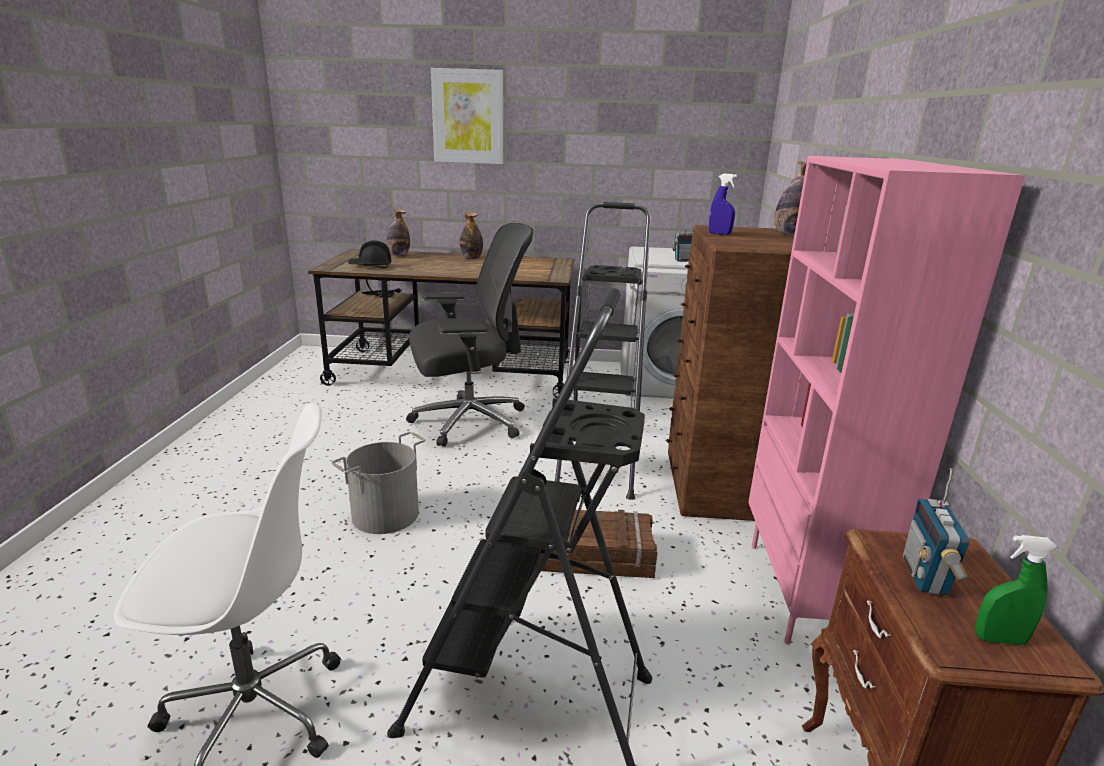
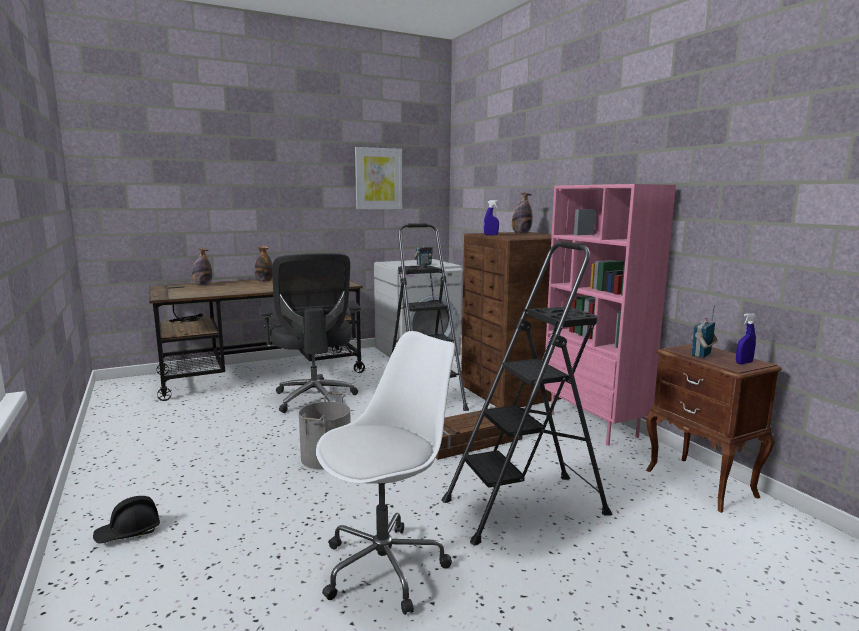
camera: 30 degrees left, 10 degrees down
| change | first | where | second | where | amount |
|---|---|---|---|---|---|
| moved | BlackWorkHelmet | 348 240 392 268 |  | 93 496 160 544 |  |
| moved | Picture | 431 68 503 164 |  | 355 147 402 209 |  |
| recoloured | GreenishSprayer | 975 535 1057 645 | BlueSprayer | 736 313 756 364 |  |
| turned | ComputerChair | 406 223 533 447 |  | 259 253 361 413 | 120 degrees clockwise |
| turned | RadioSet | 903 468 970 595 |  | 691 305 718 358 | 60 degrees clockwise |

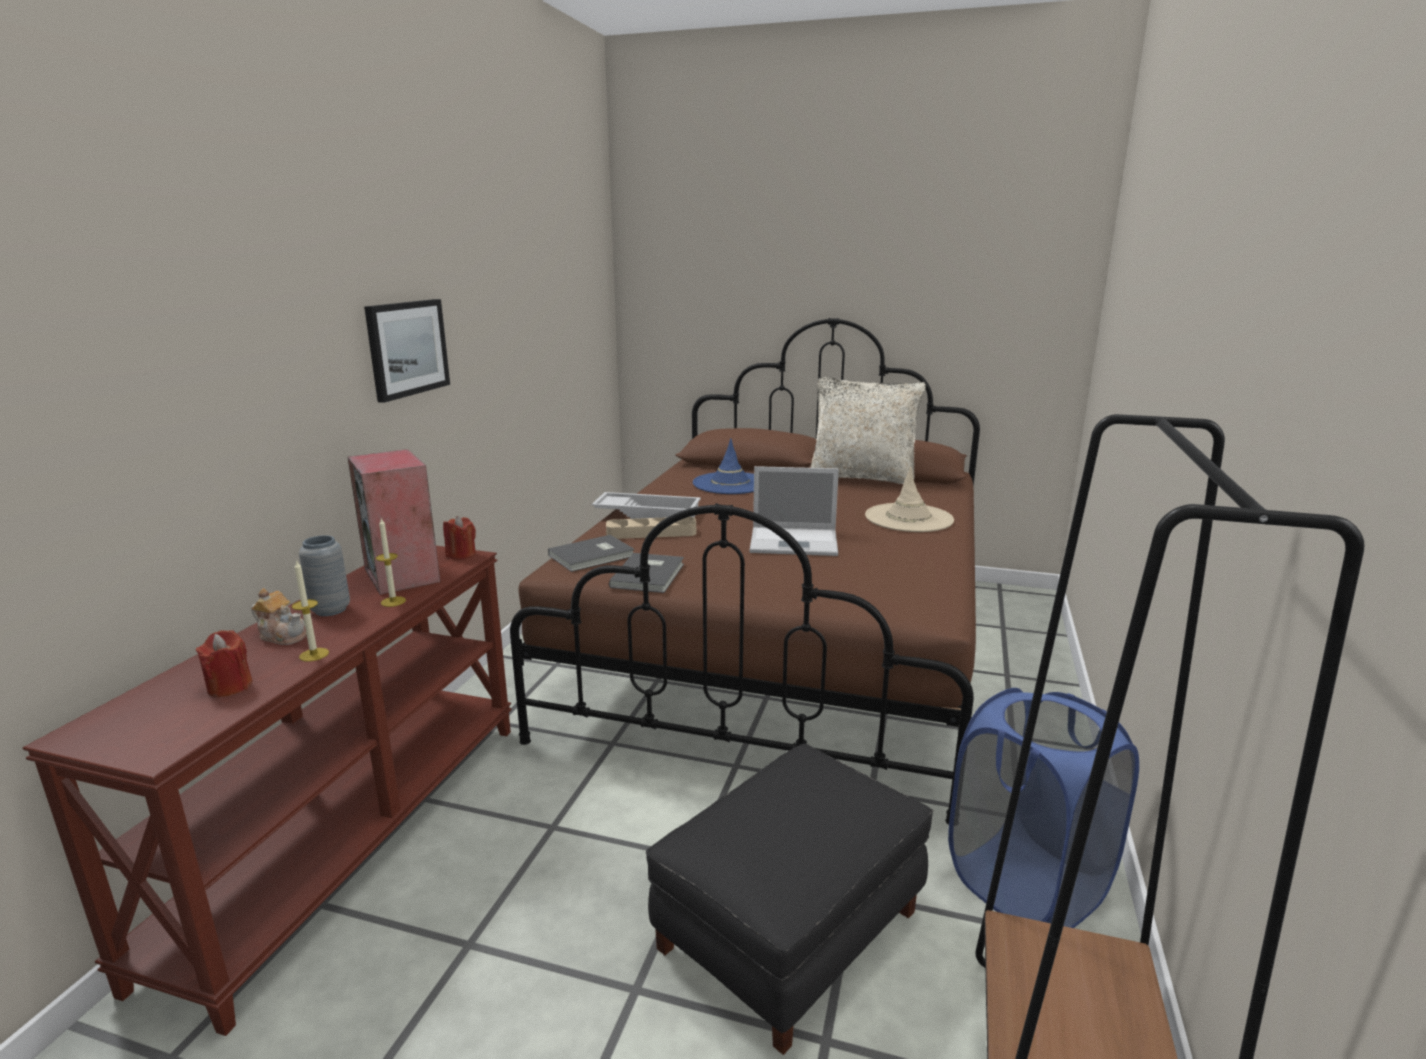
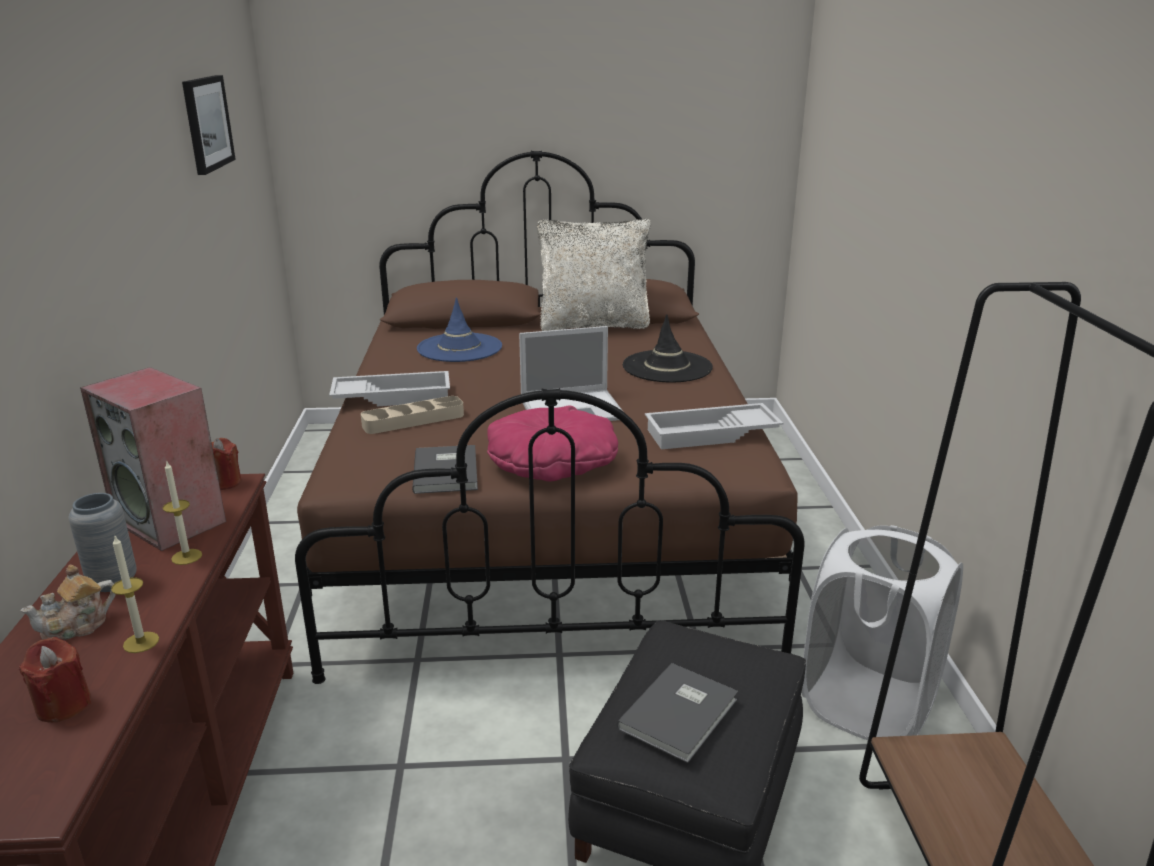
camera: 20 degrees left, 5 degrees up
| change | first | where | second | where | amount |
|---|---|---|---|---|---|
| added |  |  | PinkishPillow | 487 405 618 481 |  |
| added |  |  | WhiteServingTray | 645 403 783 449 |  |
| moved | Picture | 364 299 450 403 |  | 182 75 236 175 |  |
| moved | GreyBoundBook | 548 535 635 572 |  | 617 663 738 763 |  |
| recoloured | BeigeColouredHat | 865 467 954 532 | BlackHat | 623 314 713 382 |  |
| recoloured | BlueLaundryBasket | 948 688 1139 928 | WhiteLaundryBasket | 802 525 963 740 |  |
| turned | Teapot | 251 588 306 645 |  | 20 564 116 640 | 135 degrees clockwise |

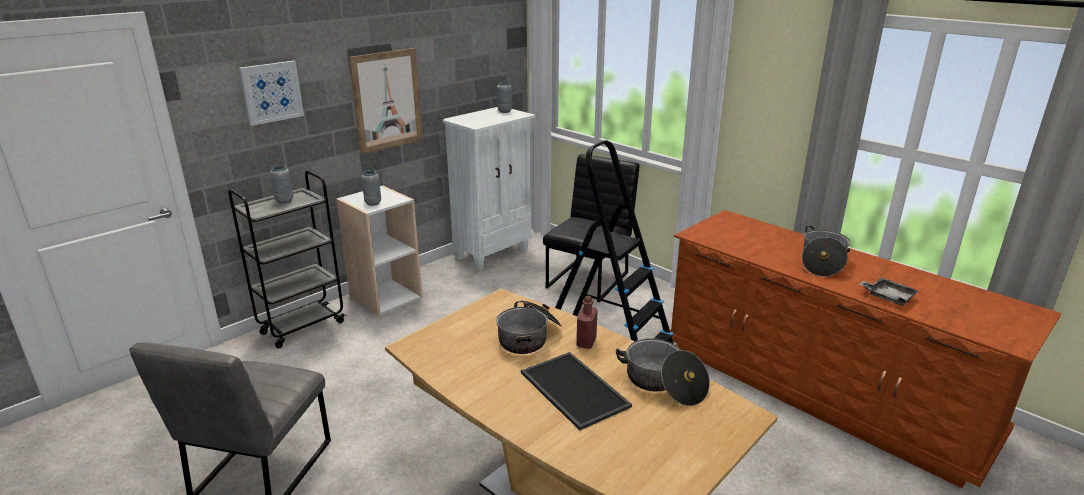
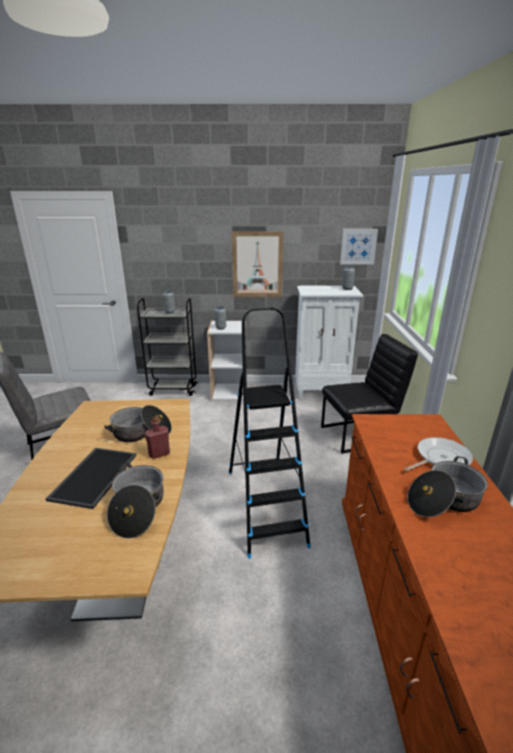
camera: 45 degrees right, 0 degrees up
| change | first | where | second | where | amount |
|---|---|---|---|---|---|
| removed | GreyServingTray | 859 277 918 306 |  |  |  |
| added |  |  | Skillet | 404 437 473 471 |  |
| moved | Picture | 239 61 304 126 |  | 340 229 378 264 |  |

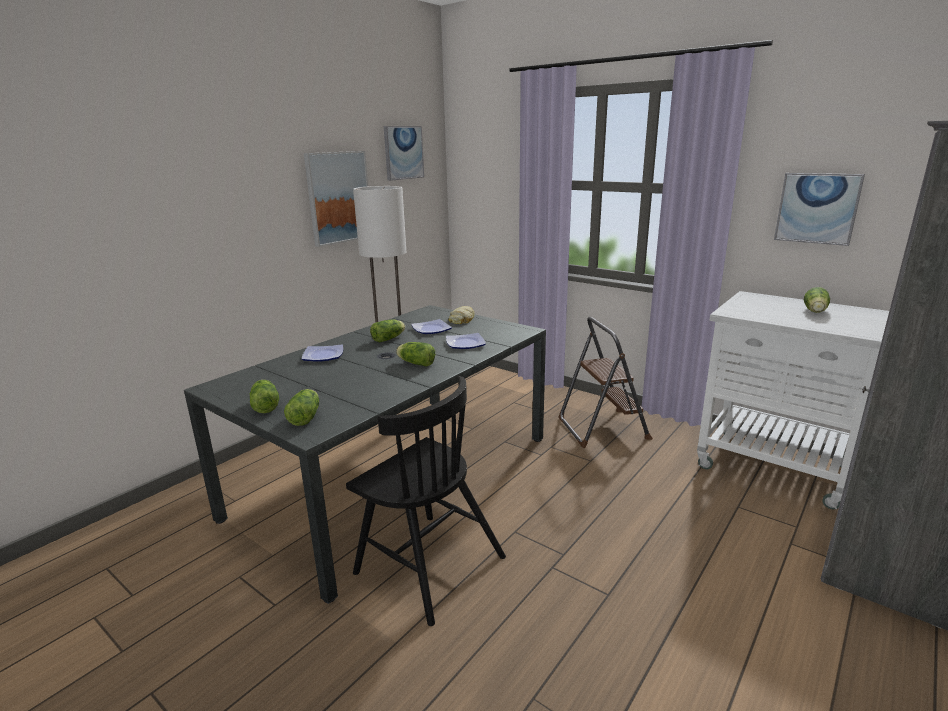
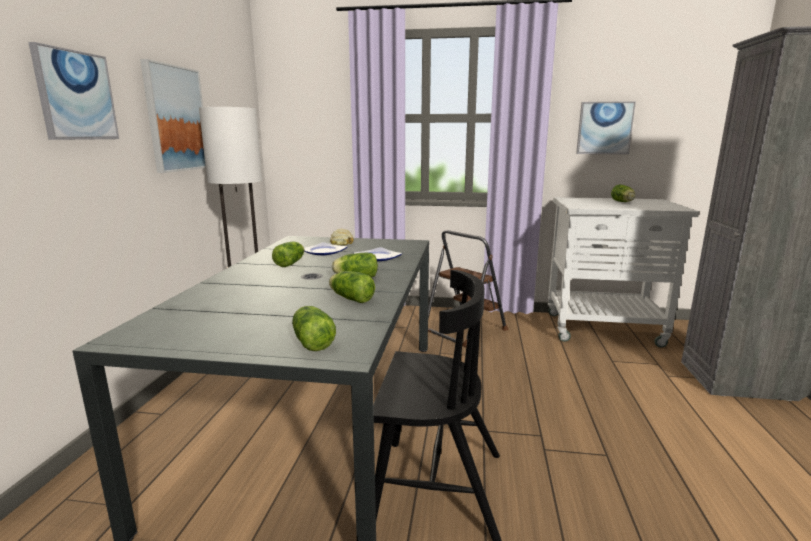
camera: 30 degrees left, 5 degrees down
| change | first | where | second | where | amount |
|---|---|---|---|---|---|
| removed | Plate | 302 344 343 362 |  |  |  |
| moved | HeadOfLettuce | 250 380 279 413 |  | 329 271 375 303 |  |
| moved | Picture | 384 126 424 181 |  | 28 42 119 140 |  |

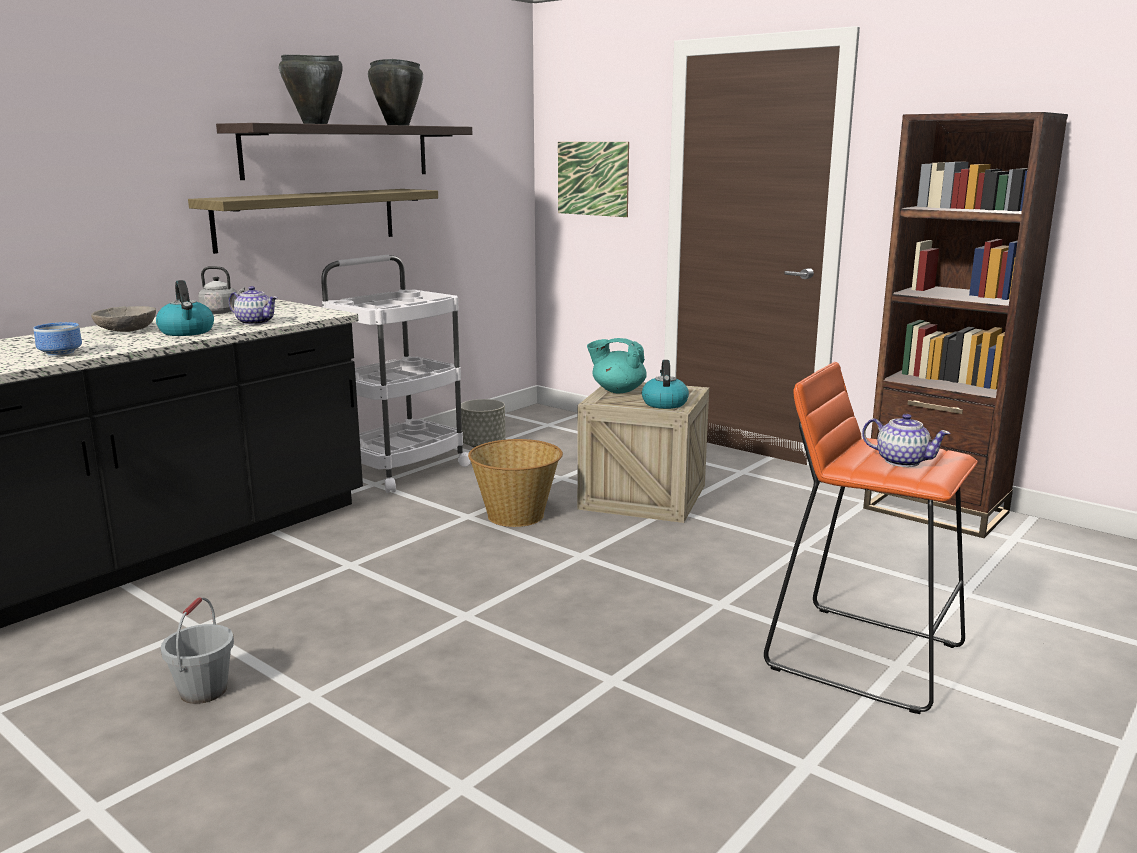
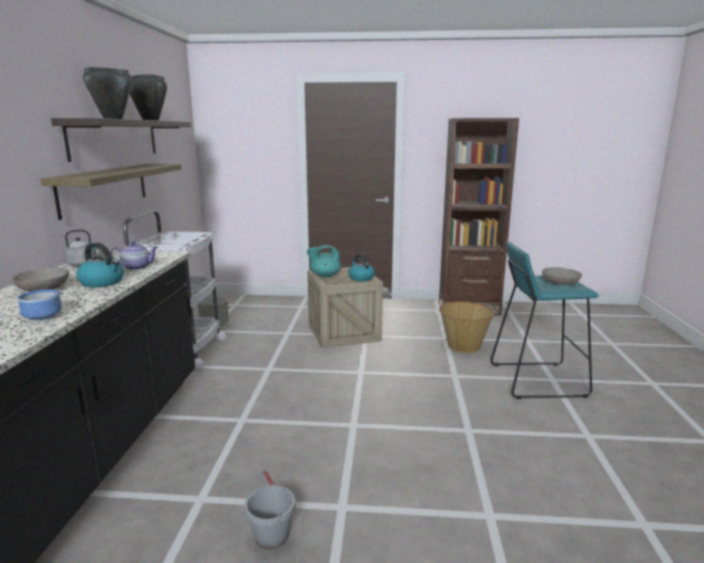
camera: 35 degrees left, 0 degrees up
| change | first | where | second | where | amount |
|---|---|---|---|---|---|
| removed | Picture | 558 142 629 217 |  |  |  |
| moved | Basket | 468 439 563 527 |  | 439 302 495 353 |  |
| replaced | Teapot | 862 414 950 467 | GreyServingBowl | 542 267 582 285 |  |
| recoloured | OrangeColouredStoolSeat | 764 362 978 714 | TurquoiseColouredStoolSeat | 491 242 599 399 |  |

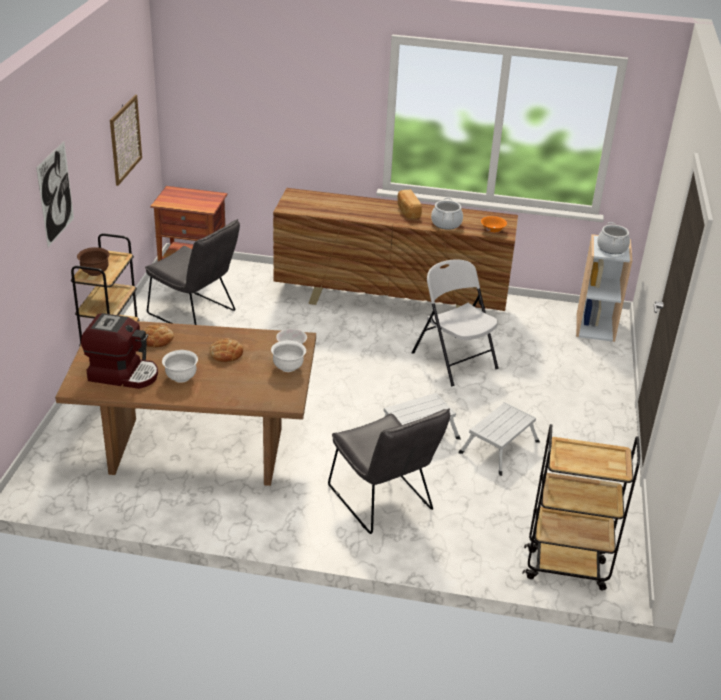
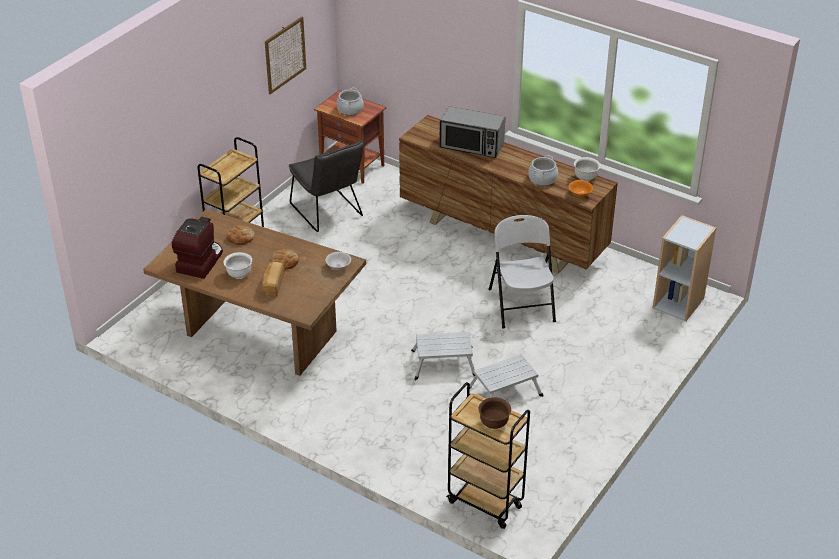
camera: 25 degrees right, 5 degrees up
| change | first | where | second | where | amount |
|---|---|---|---|---|---|
| removed | Picture | 36 141 74 247 |  |  |  |
| removed | GreyChair | 328 408 450 534 |  |  |  |
| added |  |  | KitchenMicrowave | 439 106 505 158 |  |
| moved | BrownServingBowl | 77 247 110 276 |  | 478 397 511 429 |  |
| moved | WhiteServingBowl | 271 340 306 372 |  | 574 157 600 181 |  |
| moved | Bread | 397 189 422 219 |  | 262 262 285 296 |  |
| moved | Saucepot | 597 222 630 254 |  | 337 88 363 115 |  |
| turned | CoffeeBrewer | 81 313 158 389 |  | 172 217 223 279 | 105 degrees counterclockwise |

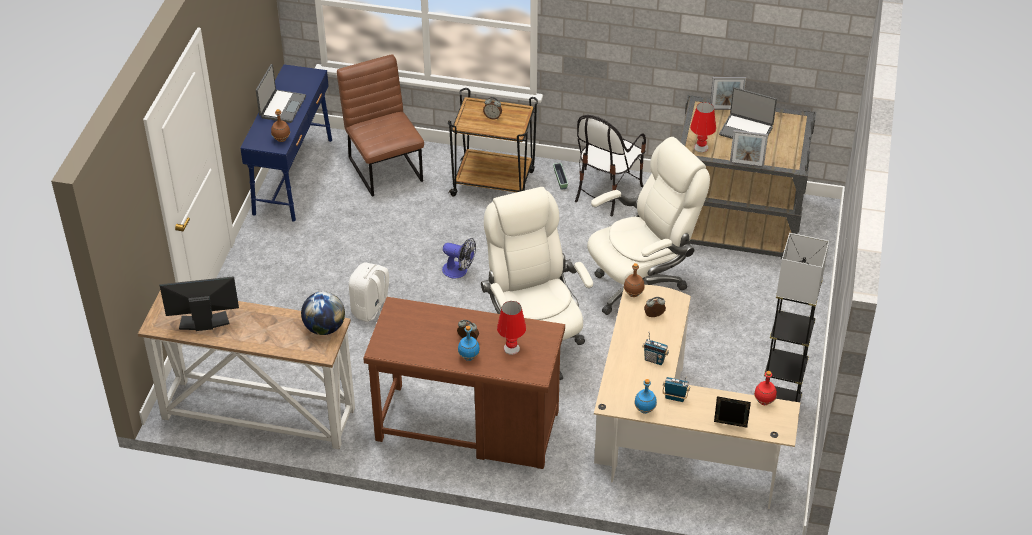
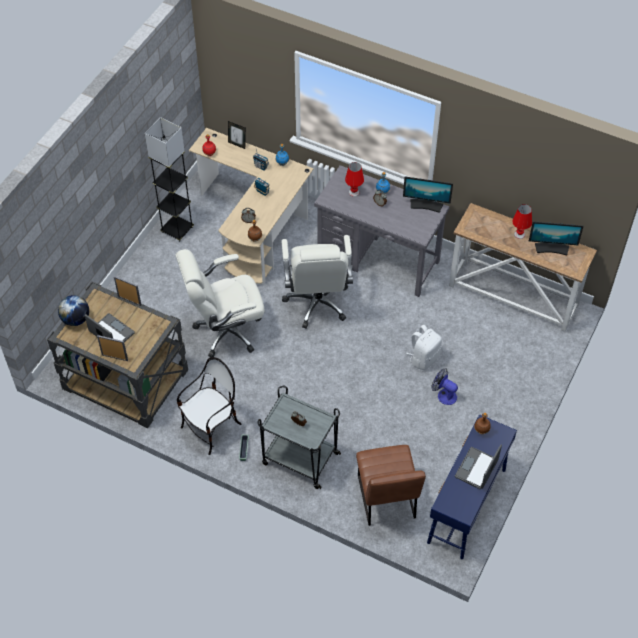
camera: 165 degrees left, 10 degrees up
| change | first | where | second | where | amount |
|---|---|---|---|---|---|
| added |  |  | ComputerDisplay | 403 177 453 213 |  |
| moved | WorldGlobe | 301 291 345 335 |  | 58 295 89 326 |  |
| moved | ElectricFan | 442 238 476 279 |  | 431 368 458 405 |  |
| moved | RedColouredTabletopLamp | 690 102 716 152 |  | 512 204 532 239 |  |
| recoloured | BrownDeskUnit | 363 297 565 469 | GreyDeskUnit | 314 165 449 297 |  |
| recoloured | BrownWheeledCart | 448 88 538 196 | GreyWheeledCart | 257 386 341 489 |  |

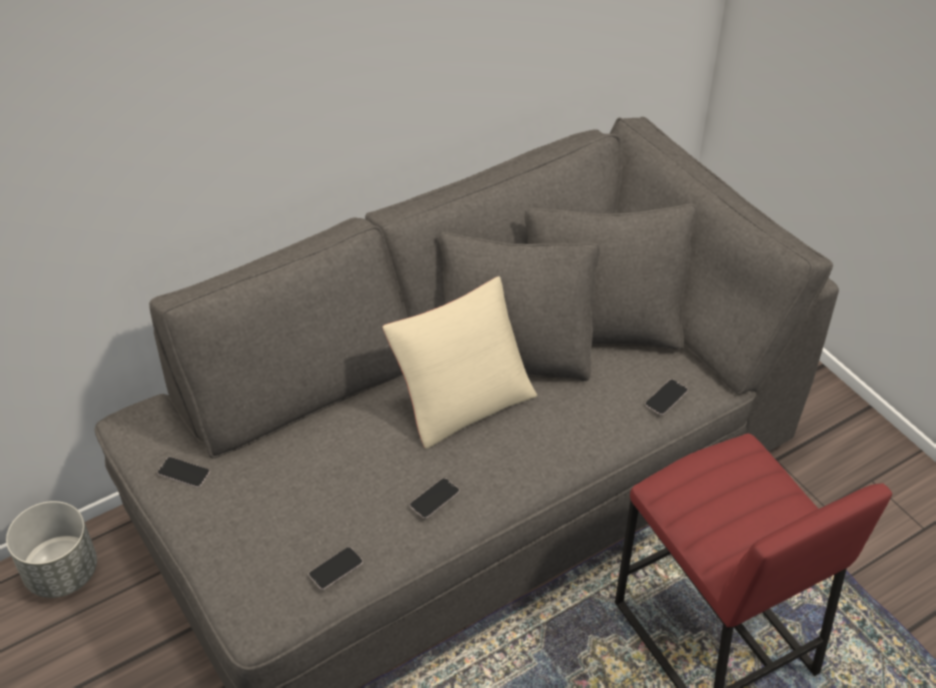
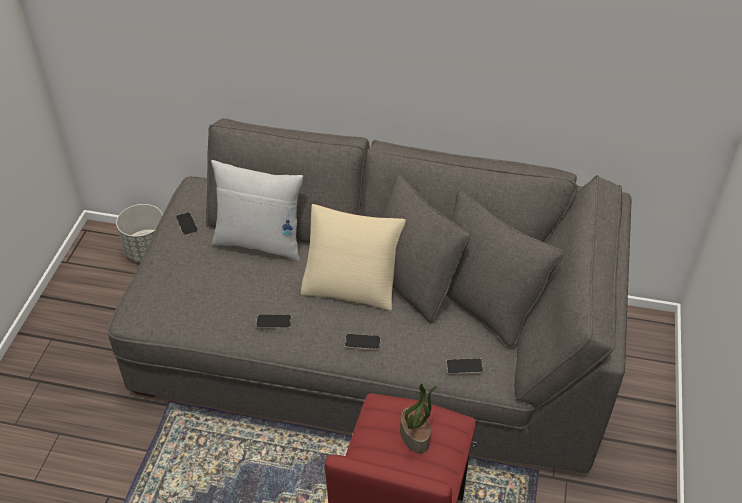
camera: 45 degrees right, 0 degrees up
| change | first | where | second | where | amount |
|---|---|---|---|---|---|
| added |  |  | GreyPillow | 211 160 303 262 |  |
| added |  |  | PlantInAPot | 400 384 438 453 |  |
| moved | Phone | 309 547 363 590 |  | 345 334 381 350 |  |

